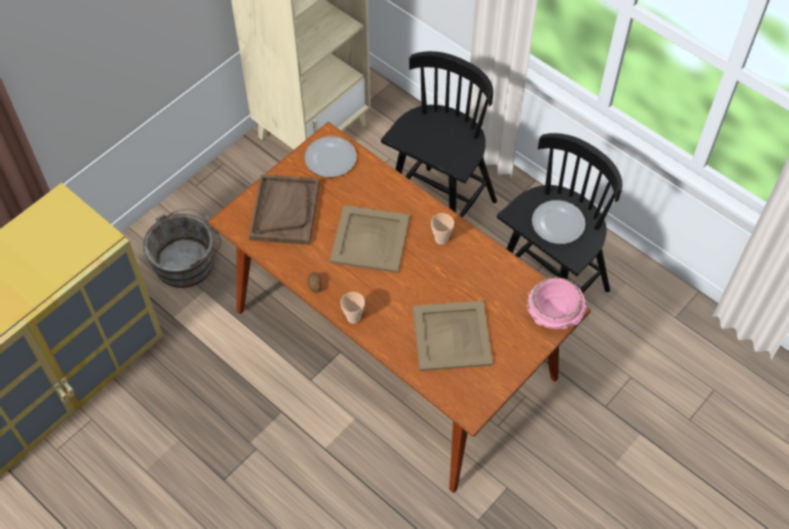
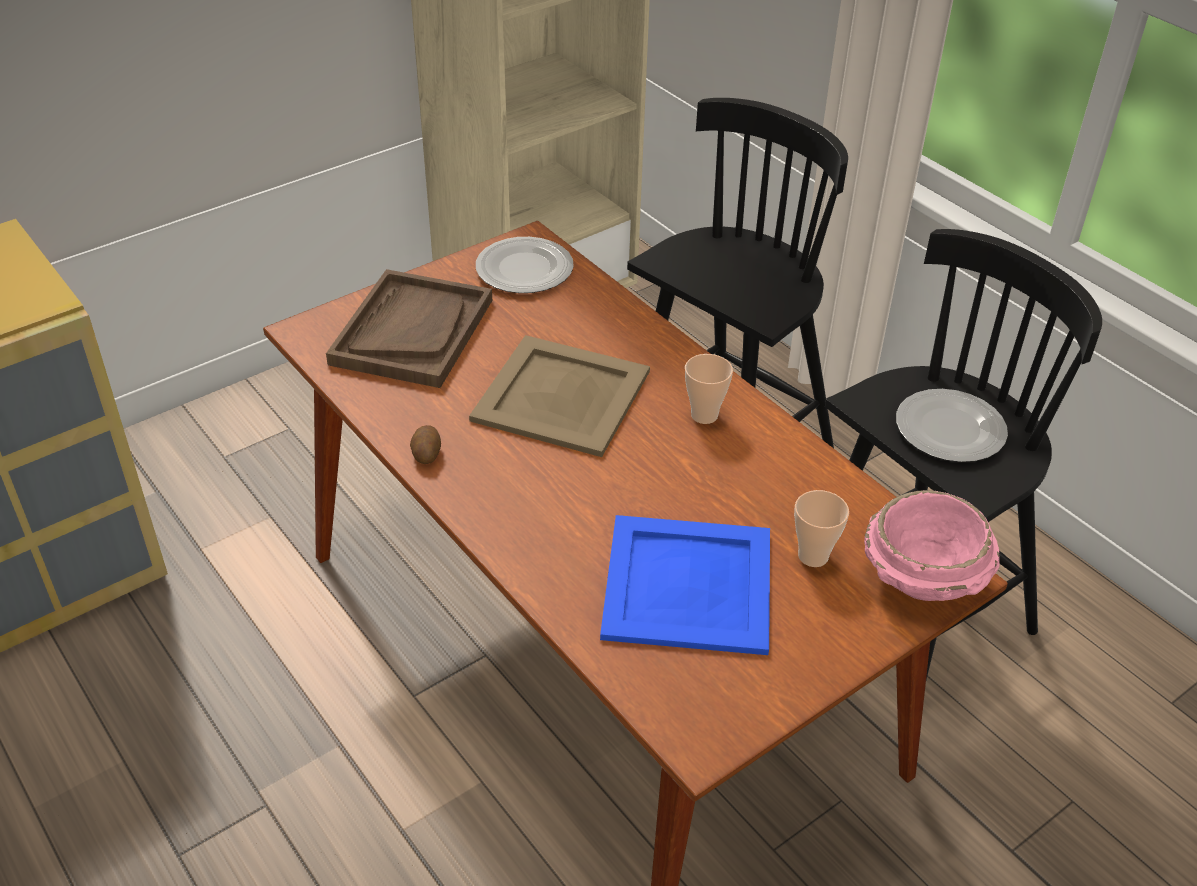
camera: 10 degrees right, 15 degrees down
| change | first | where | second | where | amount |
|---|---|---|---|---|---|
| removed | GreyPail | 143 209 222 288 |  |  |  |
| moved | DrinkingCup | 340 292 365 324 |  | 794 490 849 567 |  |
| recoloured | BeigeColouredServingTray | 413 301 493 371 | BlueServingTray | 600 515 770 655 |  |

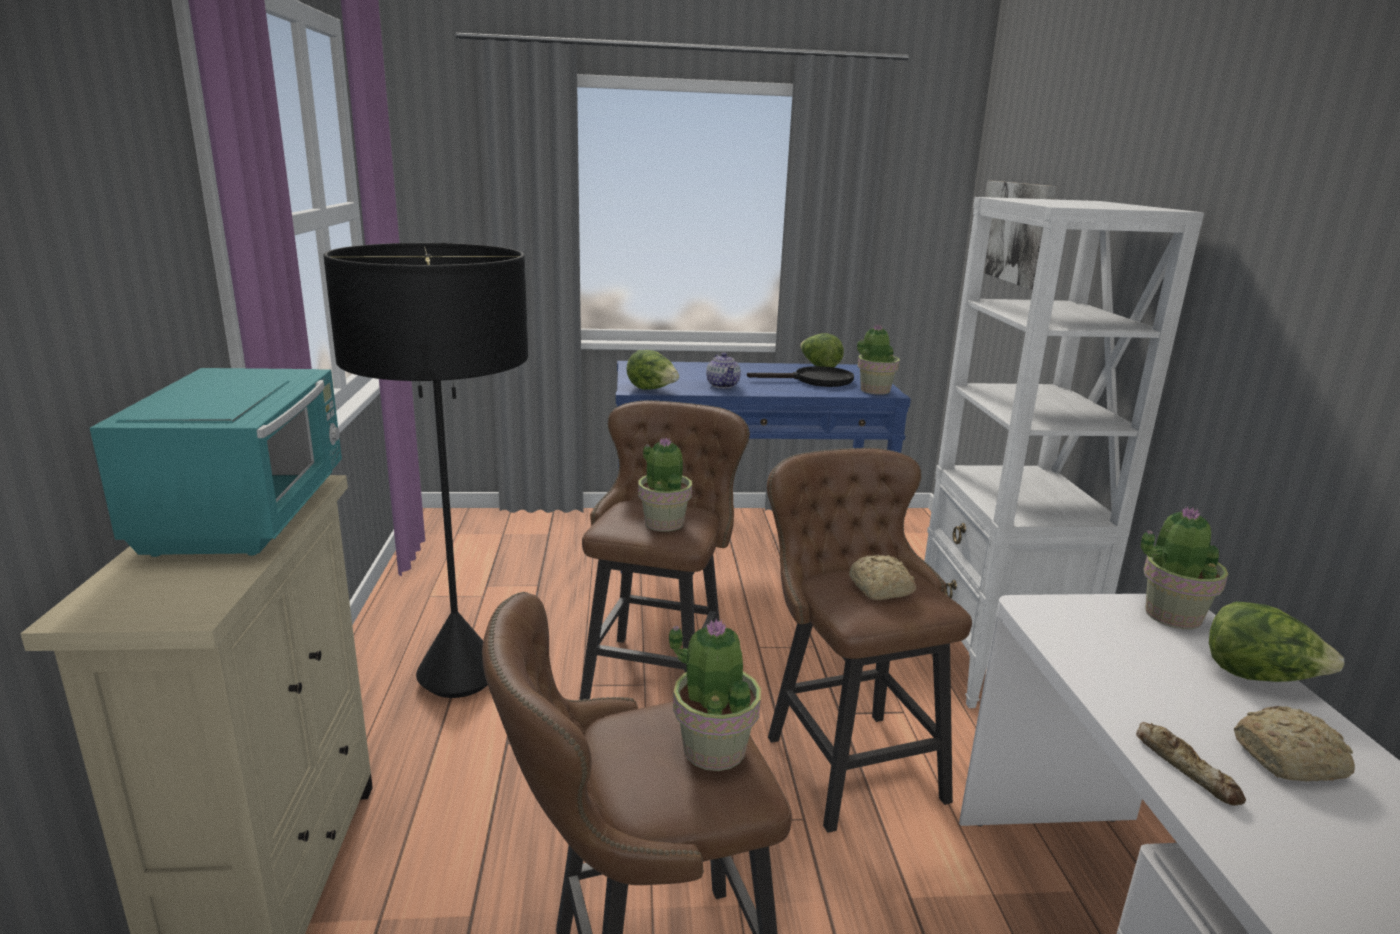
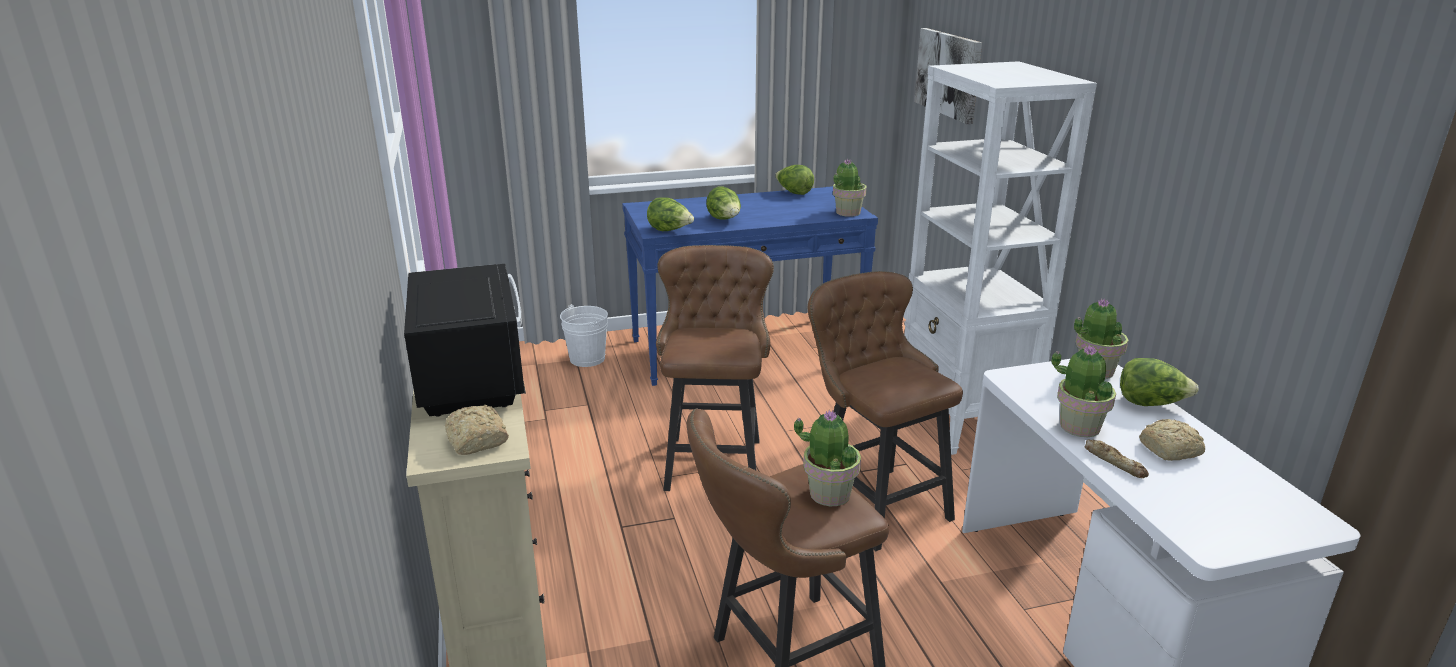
camera: 10 degrees left, 5 degrees up
| change | first | where | second | where | amount |
|---|---|---|---|---|---|
| removed | BlackStandingLamp | 323 243 528 698 |  |  |  |
| removed | BlackSkillet | 747 366 854 387 |  |  |  |
| added |  |  | WhitePail | 560 304 608 367 |  |
| moved | PlantInAPot | 638 437 692 532 |  | 1052 345 1116 437 |  |
| moved | Bread | 849 555 917 600 |  | 445 405 509 455 |  |
| replaced | Teapot | 706 353 741 388 | HeadOfLettuce | 706 186 741 219 |  |
| recoloured | TurquoiseColouredKitchenMicrowave | 90 368 342 557 | BlackKitchenMicrowave | 404 264 526 417 |  |

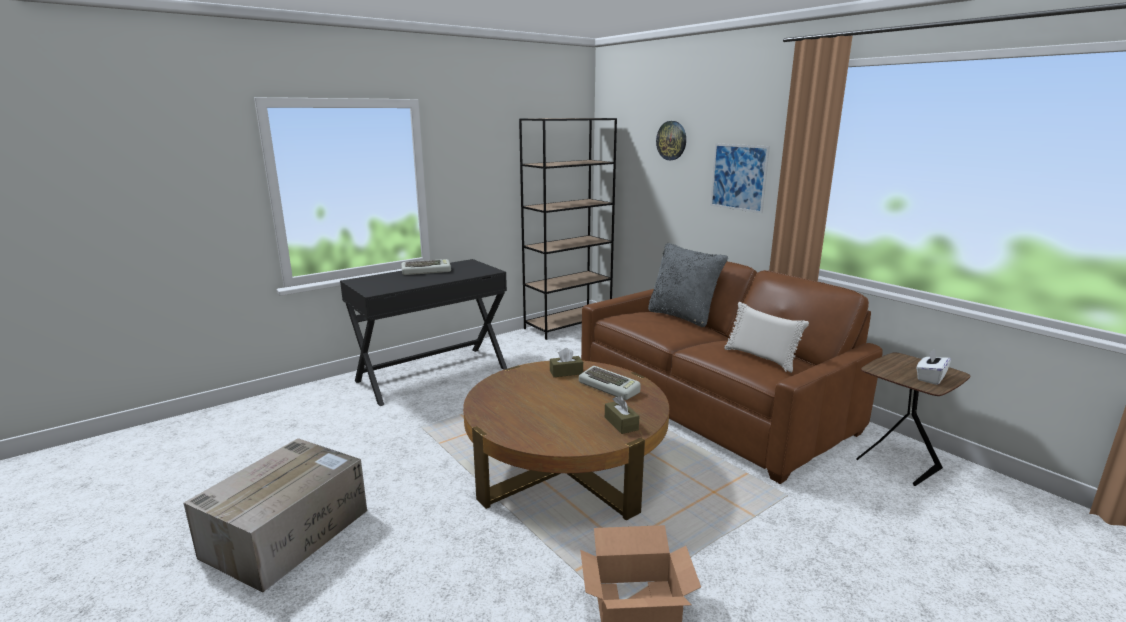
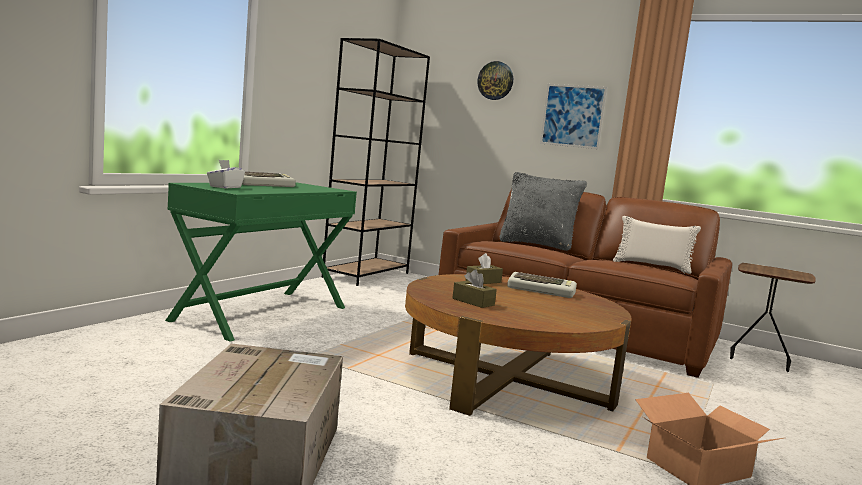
camera: 25 degrees left, 10 degrees down
| change | first | where | second | where | amount |
|---|---|---|---|---|---|
| moved | BrownTissueBox | 605 395 639 434 |  | 452 270 497 308 |  |
| moved | WhiteTissueBox | 916 349 951 385 |  | 207 160 245 189 |  |
| recoloured | BlackDeskUnit | 340 259 507 406 | GreenishDeskUnit | 165 182 357 342 |  |

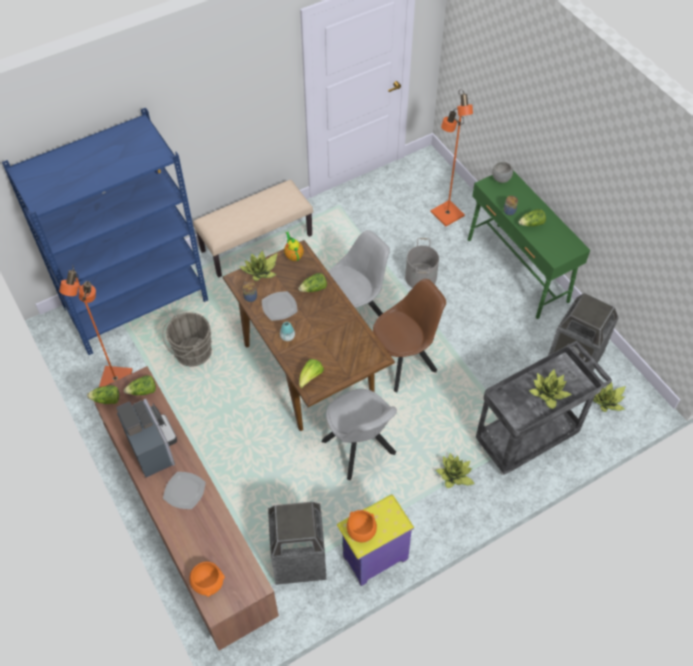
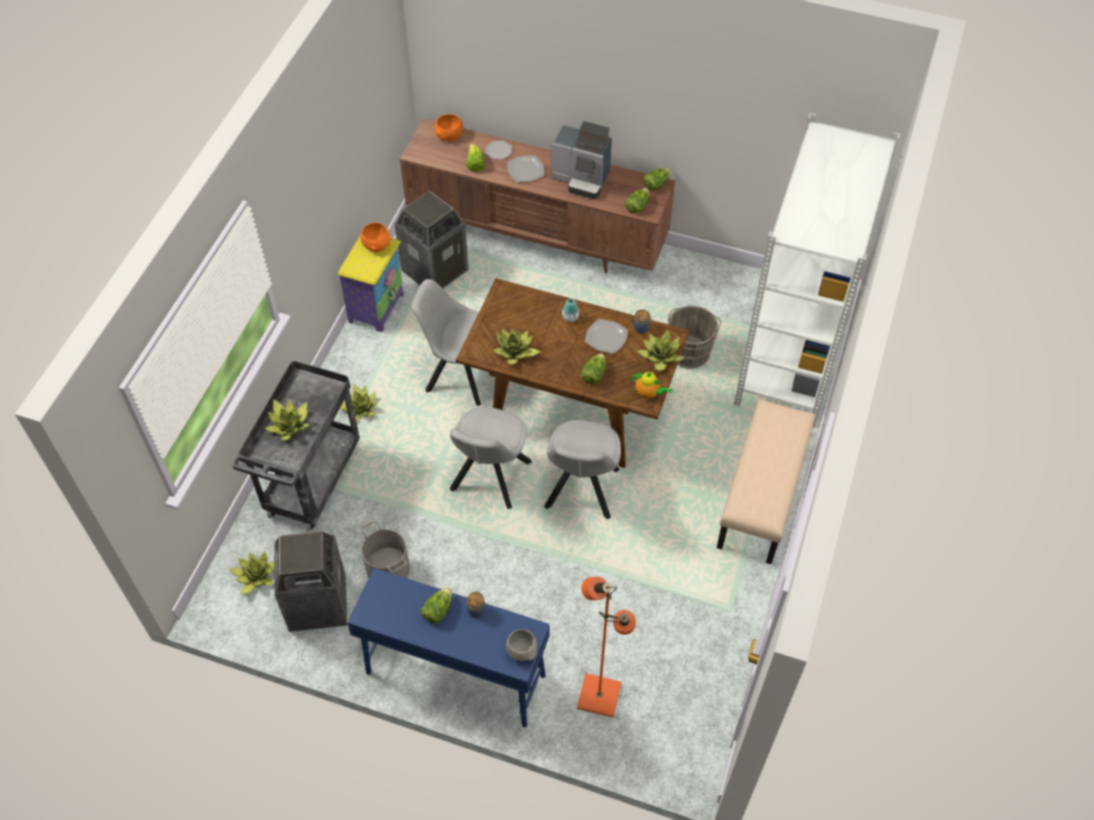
camera: 140 degrees right, 0 degrees up
| change | first | where | second | where | amount |
|---|---|---|---|---|---|
| removed | OrangeColouredStandingLamp | 59 265 132 387 |  |  |  |
| added |  |  | Plate | 486 141 512 159 |  |
| added |  |  | PlantInAPot | 492 328 541 365 |  |
| moved | HeadOfLettuce | 299 359 324 388 |  | 466 144 485 172 |  |
| moved | GreyPail | 405 238 439 288 |  | 360 520 410 578 |  |
| recoloured | BlueBookshelf | 2 108 208 355 | WhiteBookshelf | 734 113 900 428 |  |
| recoloured | BrownChair | 373 279 446 392 | GreyChair | 450 407 532 509 |  |
| recoloured | GreenishHallTable | 468 171 590 319 | BlueHallTable | 347 568 550 727 |  |

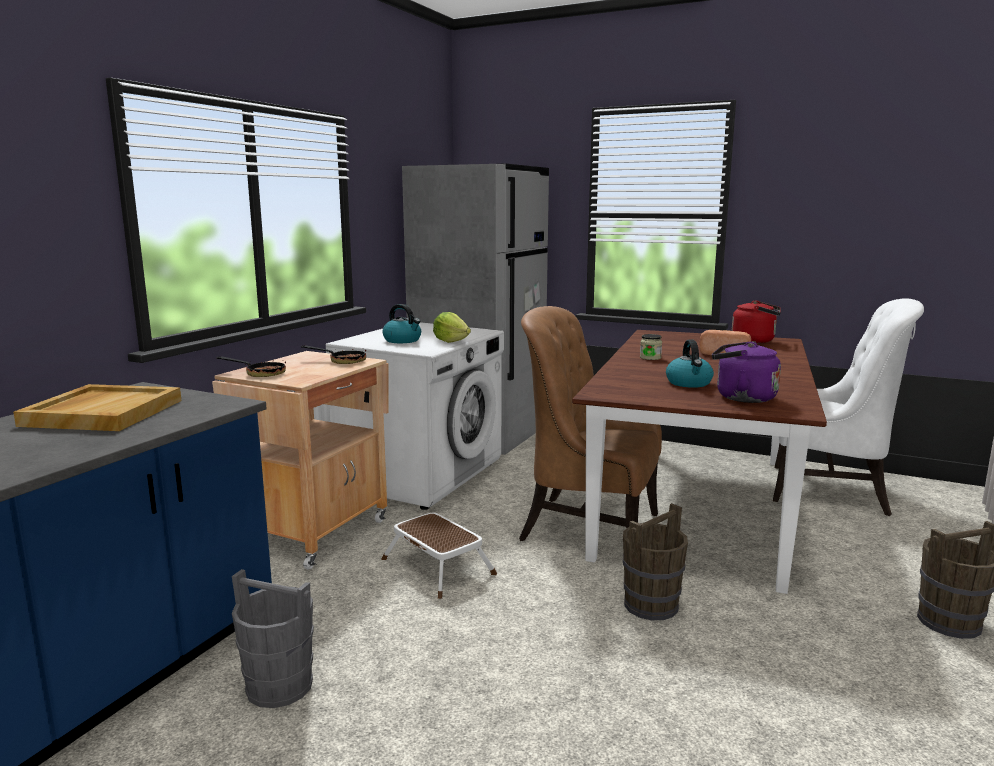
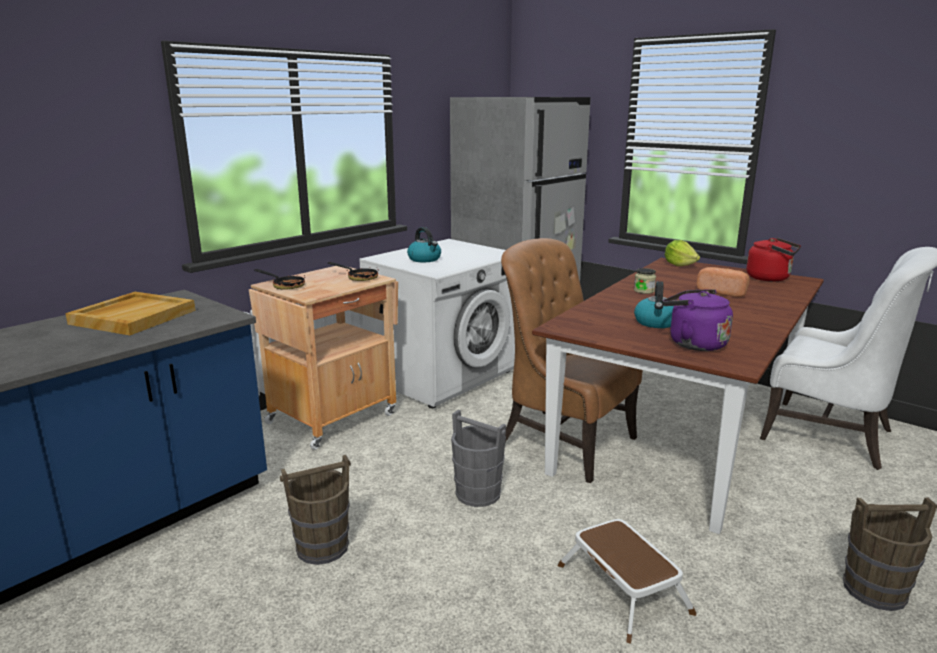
camera: 15 degrees right, 5 degrees up
| change | first | where | second | where | amount |
|---|---|---|---|---|---|
| moved | GreyPail | 232 569 314 708 |  | 451 410 506 507 |  |
| moved | BrownStepStool | 381 513 497 599 |  | 558 519 696 644 |  |
| moved | HeadOfLettuce | 433 312 471 343 |  | 665 240 700 266 |  |
| moved | BrownPail | 623 503 688 620 |  | 280 455 351 565 |  |

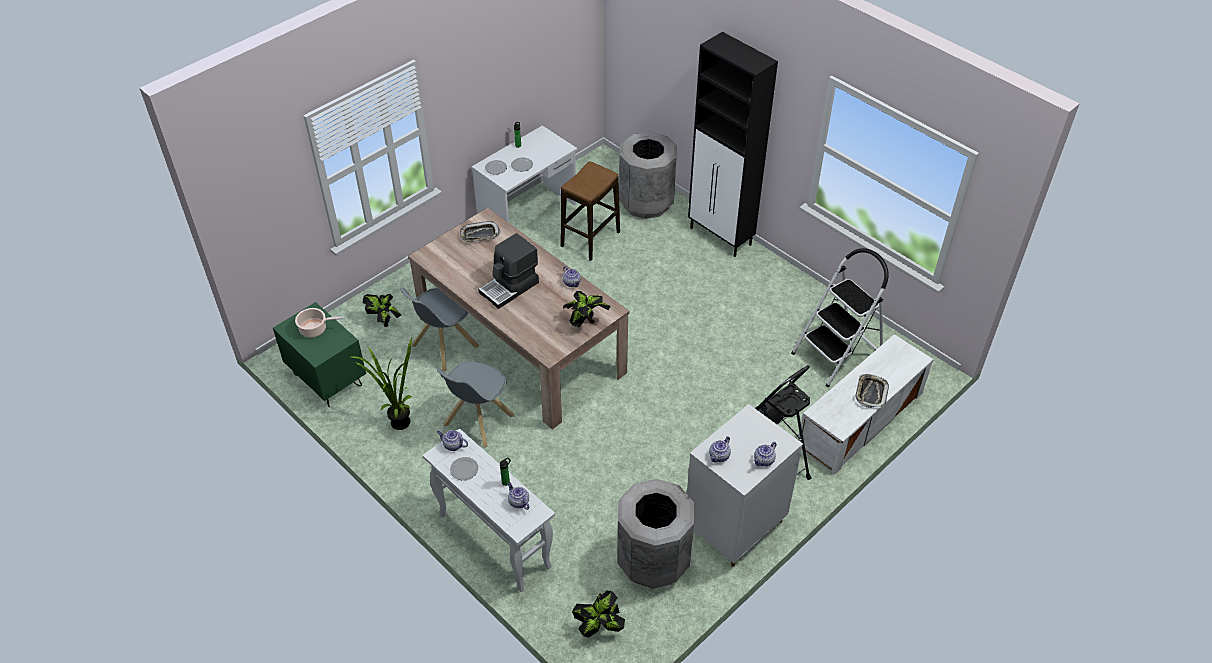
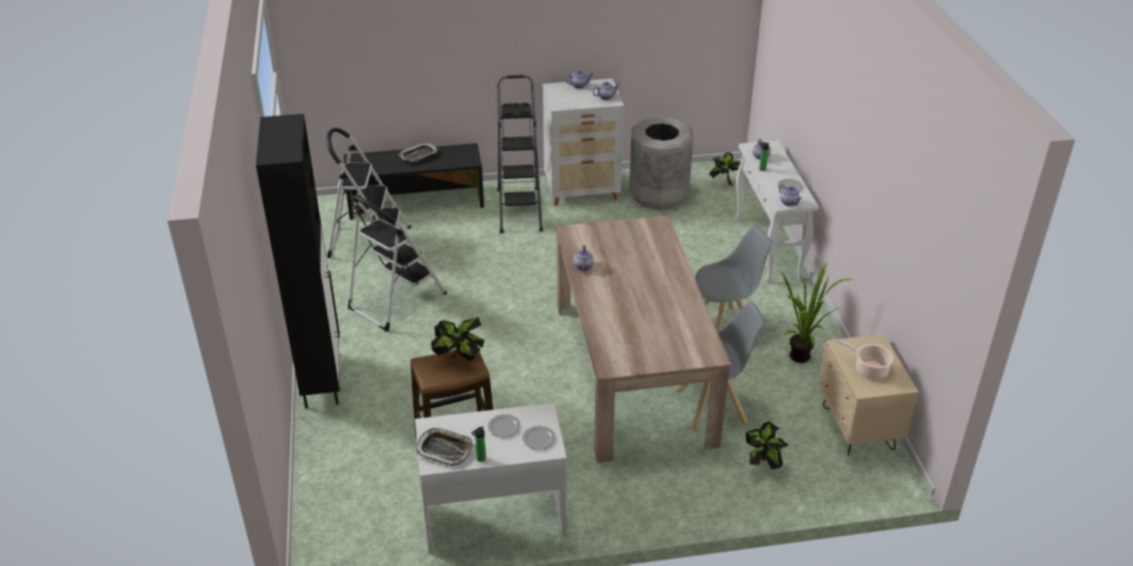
camera: 145 degrees left, 10 degrees down
| change | first | where | second | where | amount |
|---|---|---|---|---|---|
| removed | CoffeeBrewer | 478 233 539 309 |  |  |  |
| removed | GreyTrashCan | 619 132 677 219 |  |  |  |
| added |  |  | StepStool | 348 195 447 332 |  |
| moved | ServingTray | 460 221 501 243 |  | 416 428 473 466 |  |
| moved | PlantInAPot | 563 291 611 328 |  | 431 317 485 361 |  |
| recoloured | GreenishBedsideTable | 273 302 366 407 | BeigeColouredBedsideTable | 818 334 919 456 |  |
| recoloured | WhiteIndoorBench | 798 334 934 475 | BlackIndoorBench | 343 143 484 220 |  |

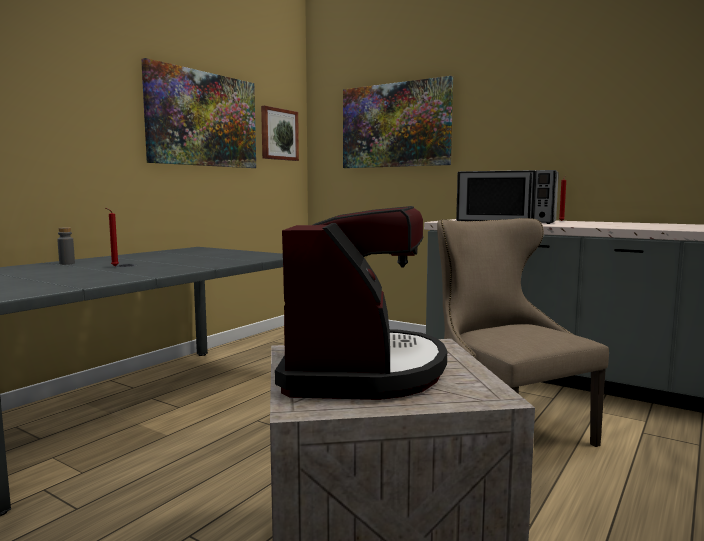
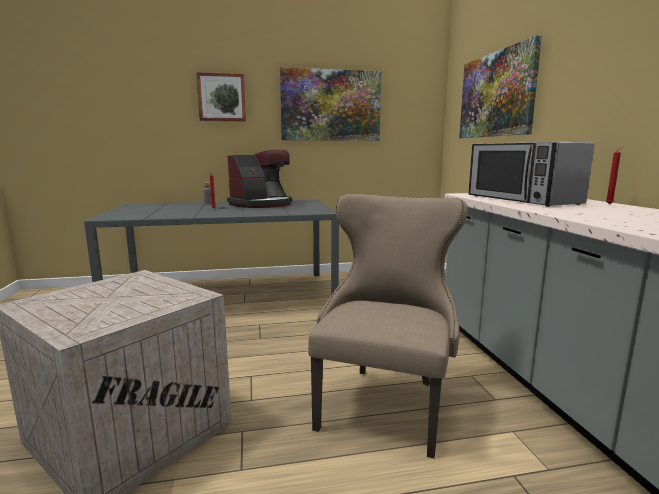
camera: 45 degrees right, 5 degrees up
| change | first | where | second | where | amount |
|---|---|---|---|---|---|
| moved | Picture | 261 106 299 161 |  | 196 72 246 121 |  |
| moved | CoffeeBrewer | 275 206 447 400 |  | 227 150 292 208 |  |

